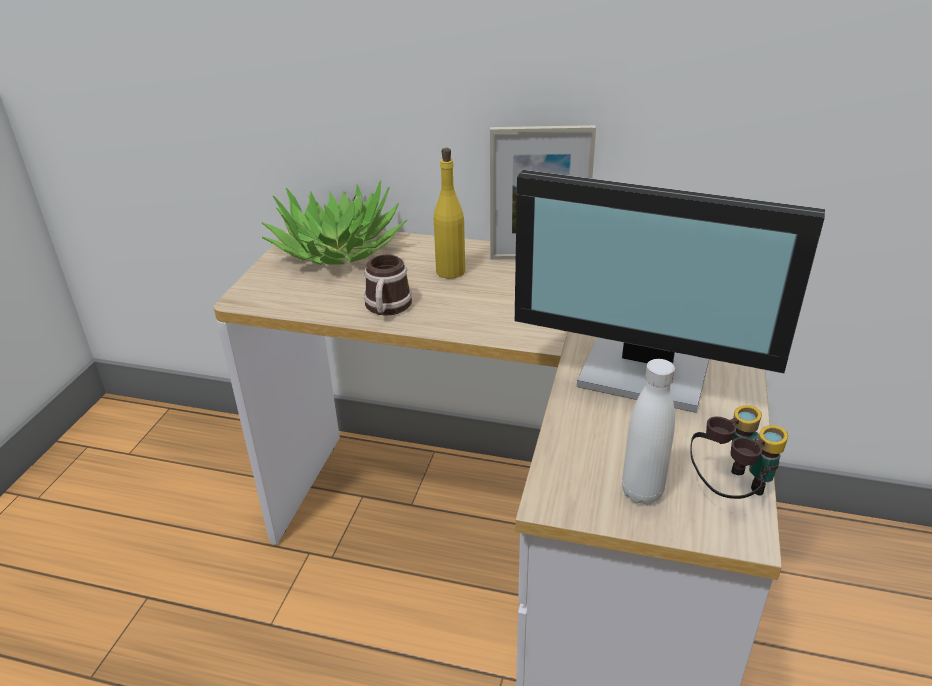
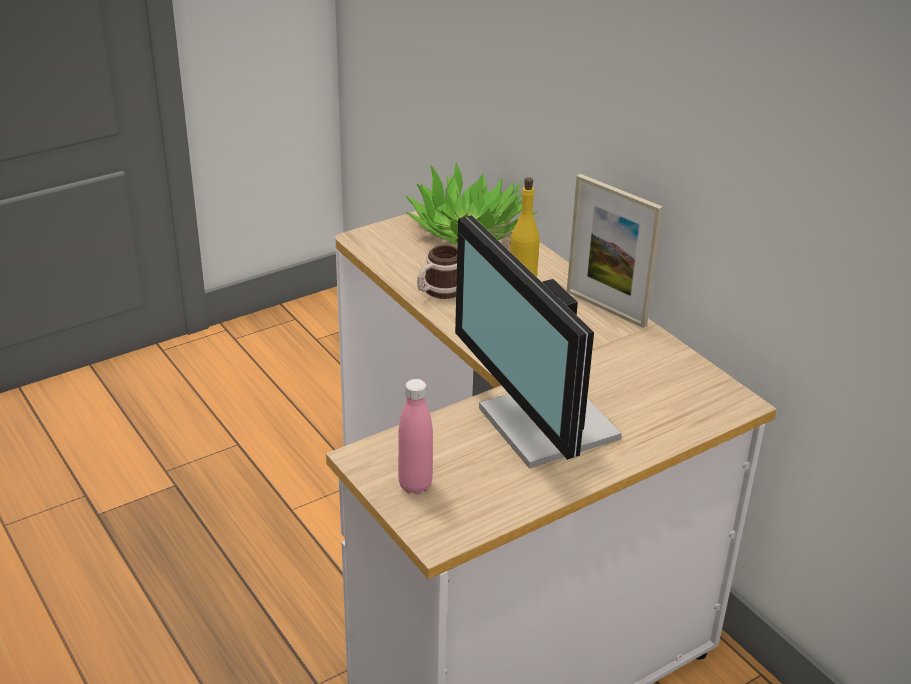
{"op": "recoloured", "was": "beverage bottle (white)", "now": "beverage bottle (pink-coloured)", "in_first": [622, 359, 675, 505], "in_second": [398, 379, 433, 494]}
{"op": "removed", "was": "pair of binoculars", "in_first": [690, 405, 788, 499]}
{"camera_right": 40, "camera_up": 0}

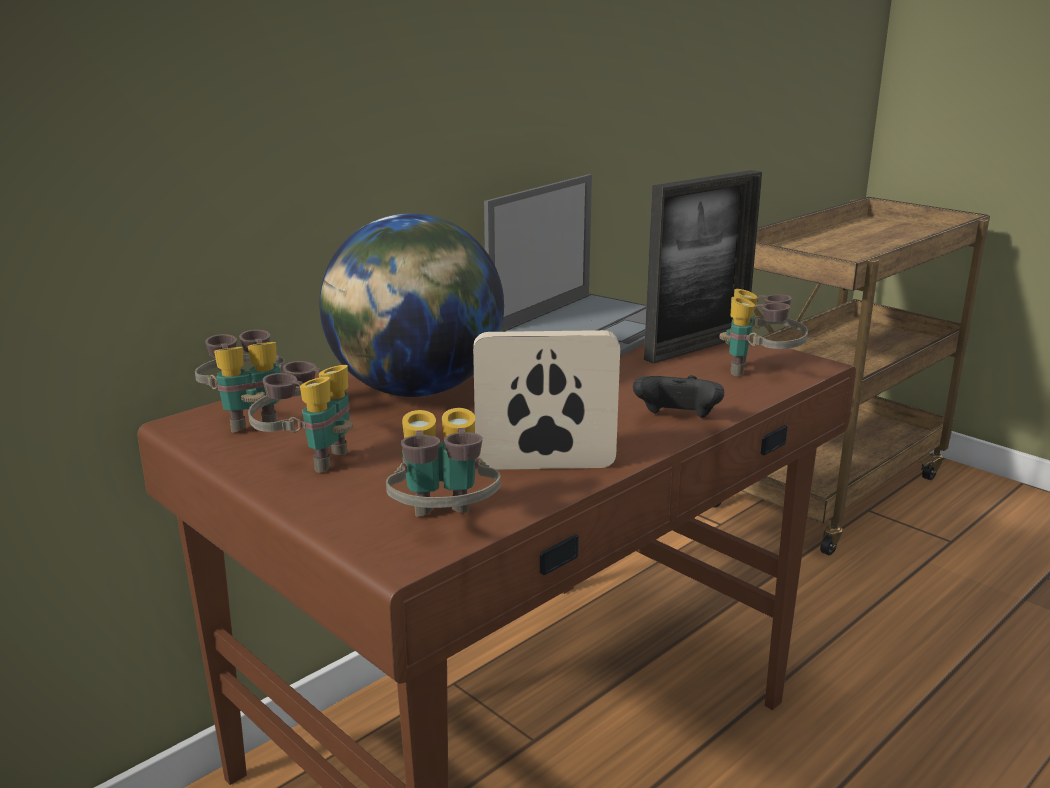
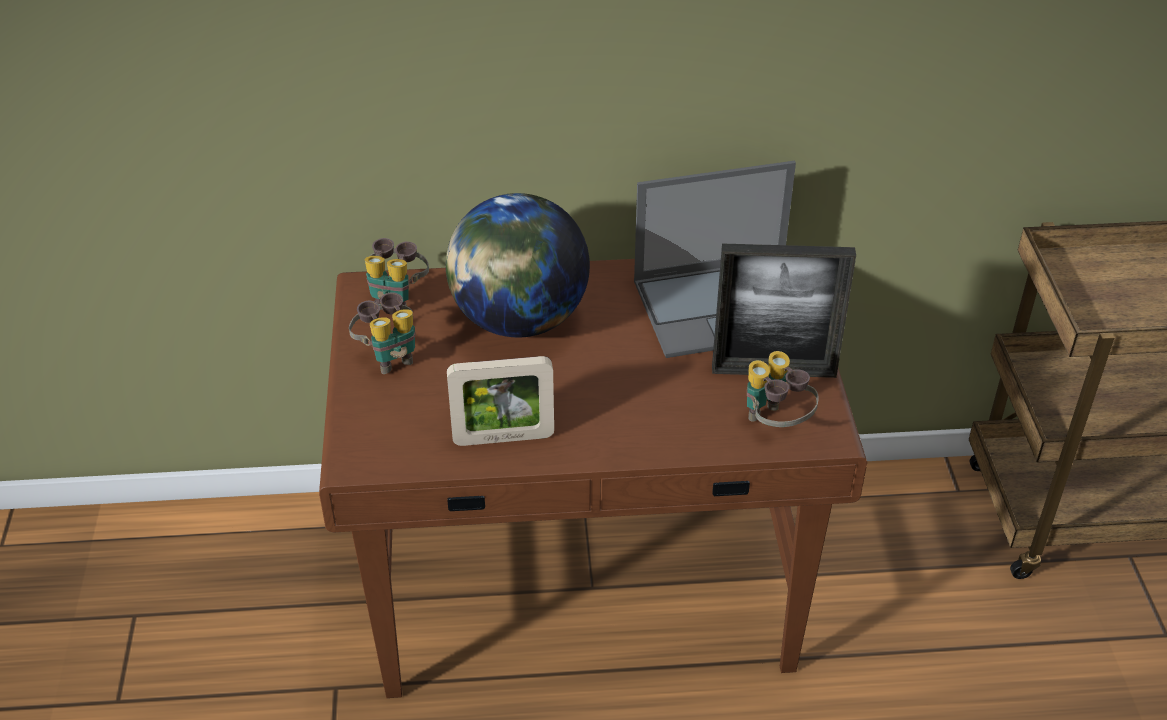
{"op": "removed", "was": "pair of binoculars", "in_first": [386, 408, 501, 517]}
{"op": "turned", "was": "photo frame", "in_first": [473, 330, 620, 470], "in_second": [447, 356, 554, 446], "clockwise": 135}
{"op": "removed", "was": "game controller (black)", "in_first": [633, 375, 724, 418]}
{"camera_right": 40, "camera_up": 20}

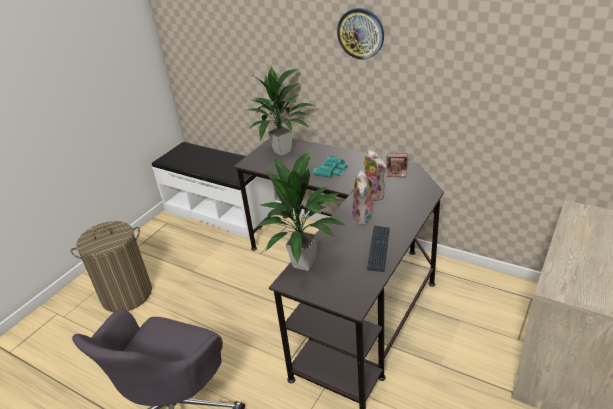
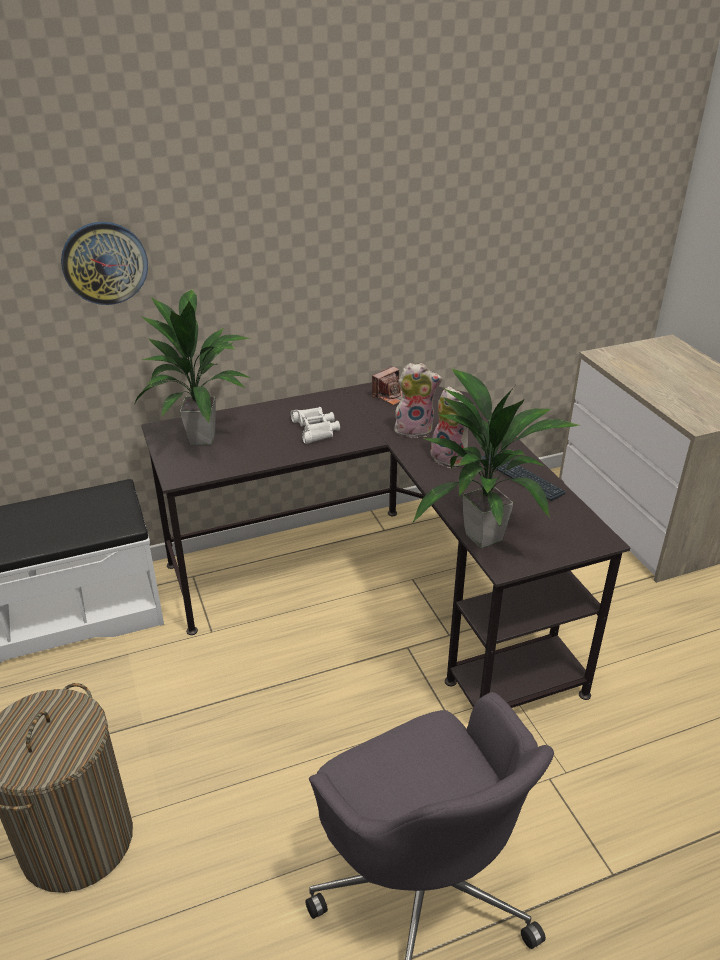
{"op": "recoloured", "was": "pair of binoculars (blue-green)", "now": "pair of binoculars (white)", "in_first": [313, 155, 347, 178], "in_second": [291, 407, 340, 444]}
{"op": "moved", "was": "wall clock", "in_first": [337, 8, 384, 60], "in_second": [61, 222, 148, 305]}
{"camera_right": -55, "camera_up": 0}

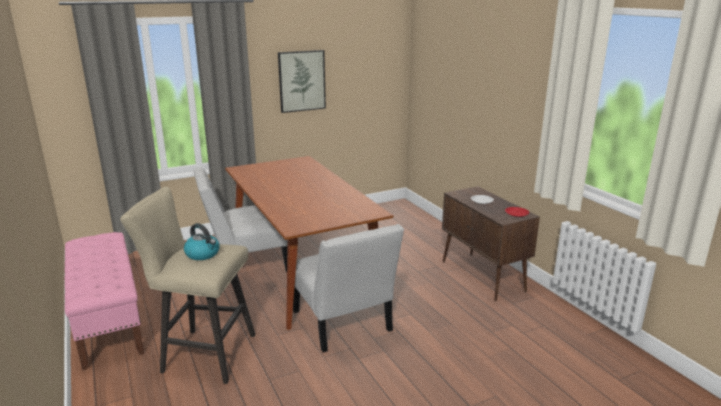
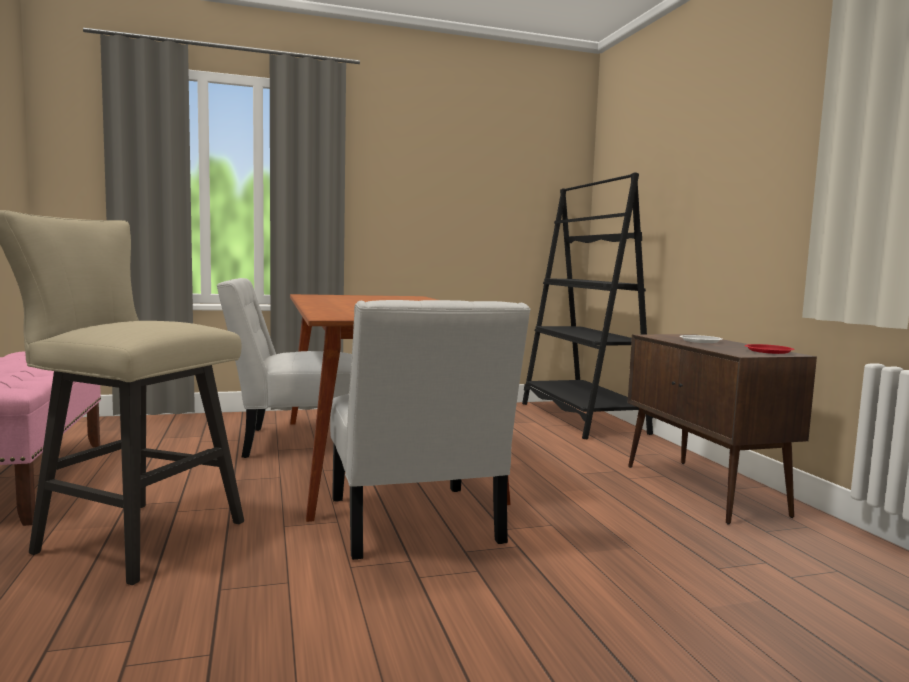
{"op": "removed", "was": "tea kettle", "in_first": [184, 223, 219, 260]}
{"op": "removed", "was": "wall picture", "in_first": [278, 50, 326, 113]}
{"op": "added", "now": "shelving unit (black)", "in_second": [522, 172, 653, 439]}
{"camera_right": 10, "camera_up": -15}

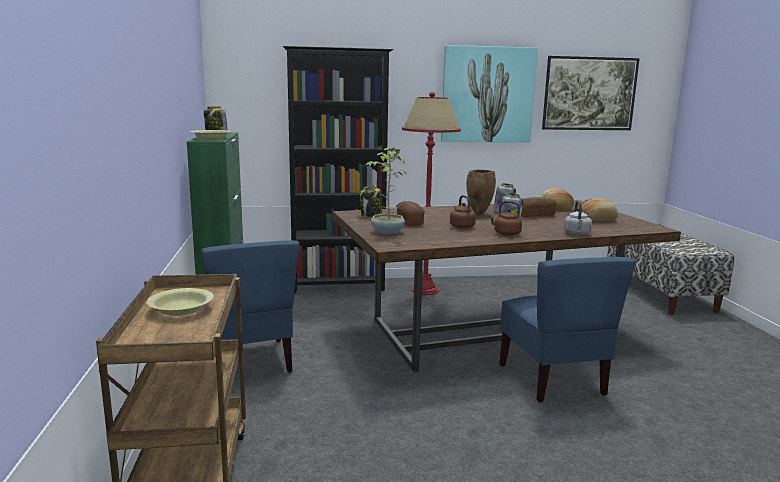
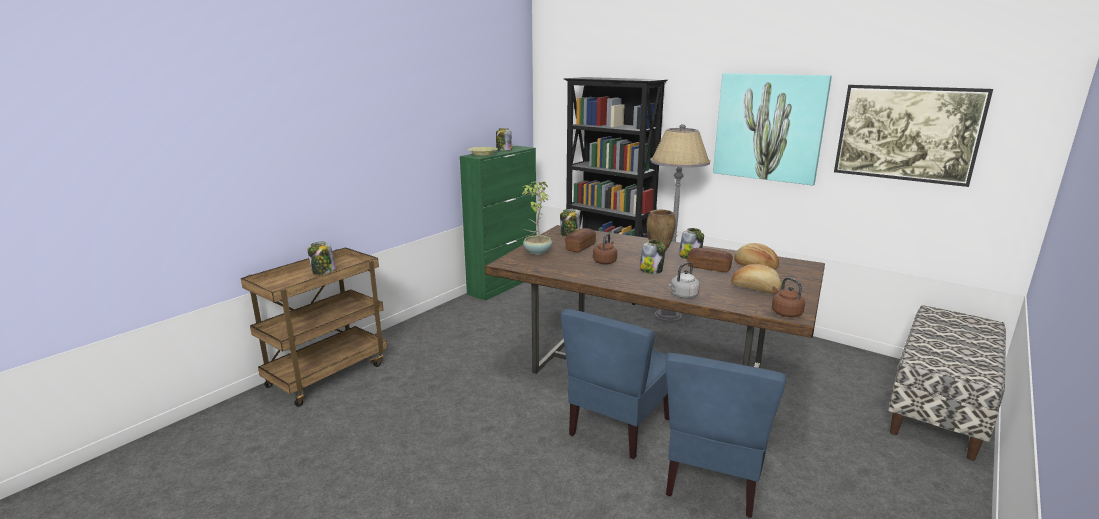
{"op": "replaced", "was": "deep dish (yellow)", "now": "storage jar", "in_first": [147, 288, 214, 316], "in_second": [307, 241, 336, 274]}
{"op": "moved", "was": "plain chair (blue)", "in_first": [201, 240, 299, 373], "in_second": [666, 353, 787, 518]}
{"op": "recoloured", "was": "standing lamp (red)", "now": "standing lamp (grey)", "in_first": [402, 92, 461, 295], "in_second": [650, 124, 710, 322]}
{"op": "moved", "was": "tea kettle (brown)", "in_first": [488, 201, 522, 236], "in_second": [772, 277, 805, 317]}
{"camera_right": 45, "camera_up": 5}

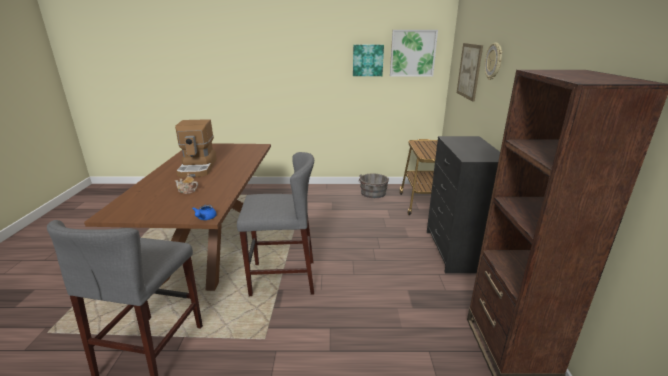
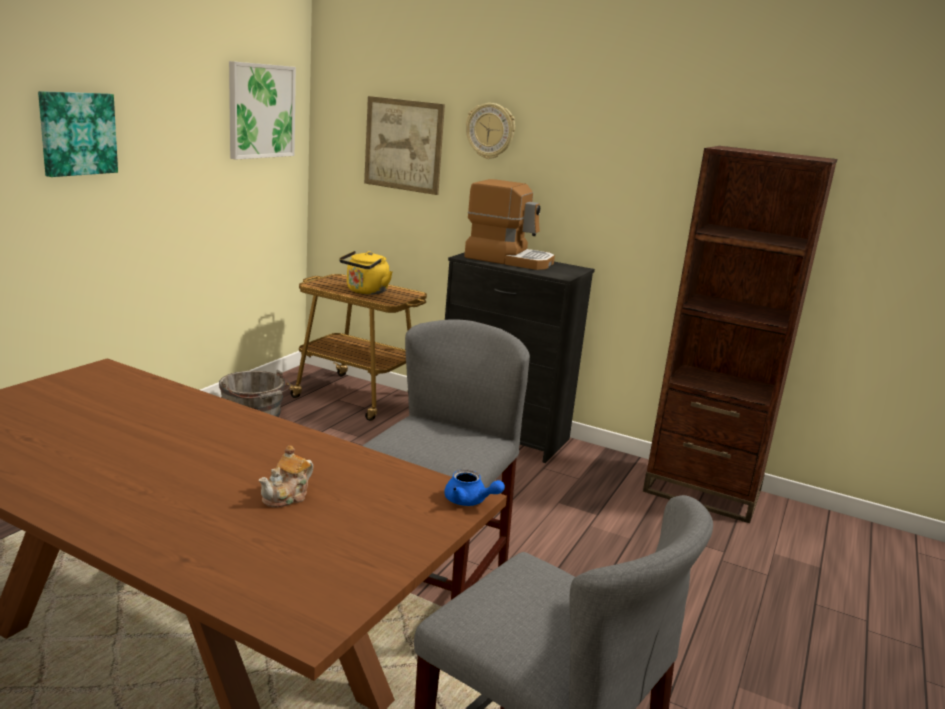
{"op": "moved", "was": "coffee machine", "in_first": [175, 119, 217, 178], "in_second": [464, 179, 555, 270]}
{"op": "moved", "was": "wall picture", "in_first": [353, 44, 384, 76], "in_second": [38, 91, 118, 177]}
{"op": "added", "now": "tea kettle (yellow)", "in_second": [339, 251, 393, 295]}
{"camera_right": -65, "camera_up": -5}

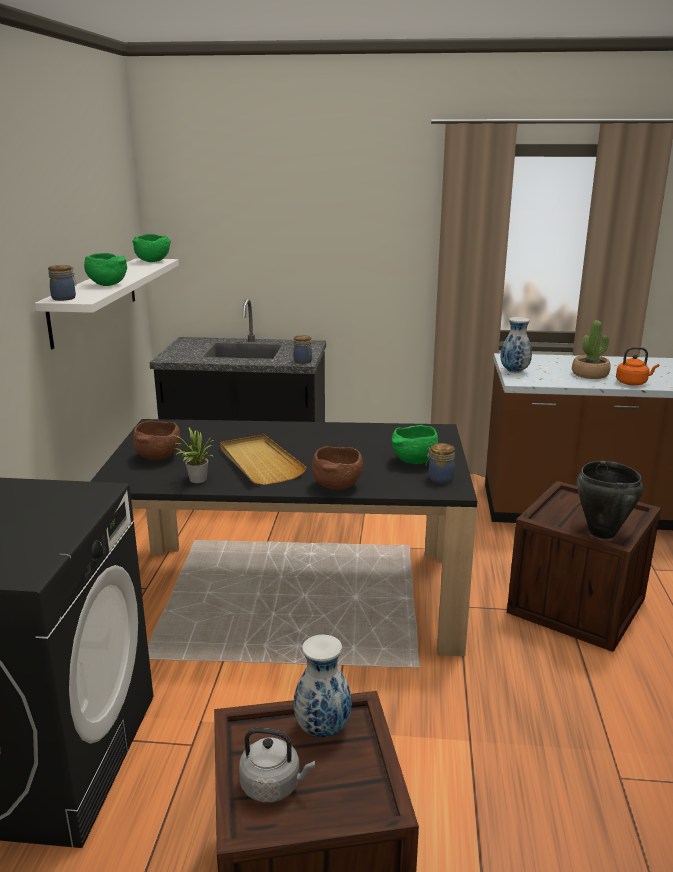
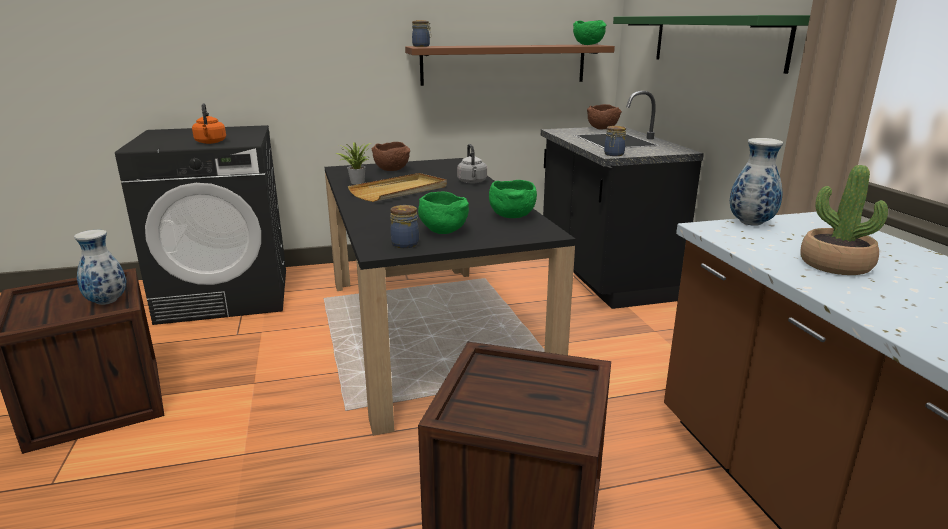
{"op": "recoloured", "was": "shelf (white)", "now": "shelf (brown)", "in_first": [35, 259, 179, 349], "in_second": [405, 44, 615, 86]}
{"op": "moved", "was": "deep dish (greenish)", "in_first": [84, 253, 127, 286], "in_second": [489, 180, 537, 218]}
{"op": "moved", "was": "tea kettle (grey)", "in_first": [239, 727, 315, 803], "in_second": [457, 144, 487, 184]}
{"op": "moved", "was": "deep dish (brown)", "in_first": [312, 446, 363, 490], "in_second": [587, 104, 622, 129]}
{"op": "removed", "was": "saucepot (black)", "in_first": [577, 461, 643, 539]}
{"op": "moved", "was": "tea kettle (orangey)", "in_first": [616, 347, 659, 385], "in_second": [192, 103, 226, 144]}
{"op": "added", "now": "shelf (greenish)", "in_second": [613, 15, 810, 74]}
{"camera_right": 70, "camera_up": 0}

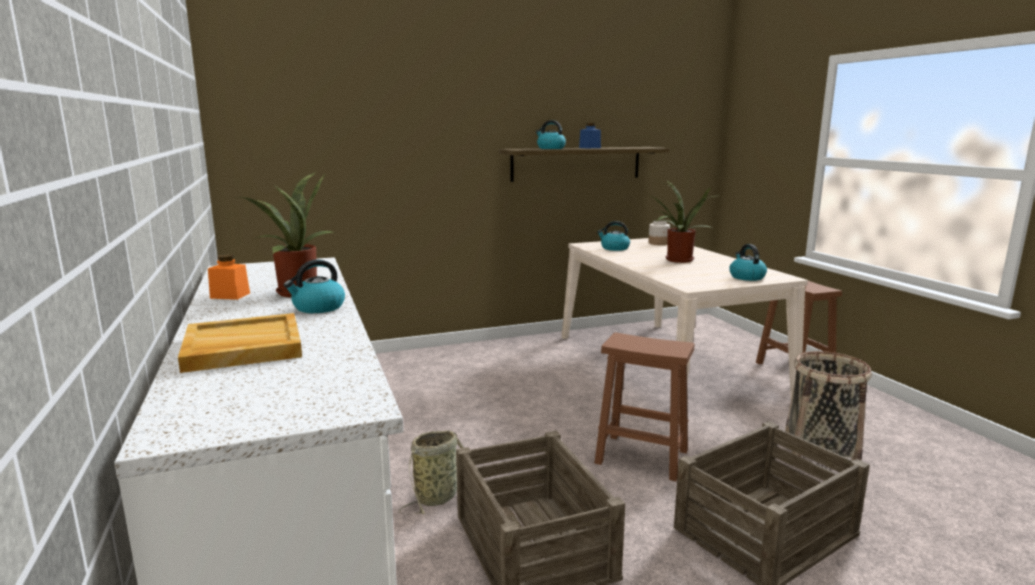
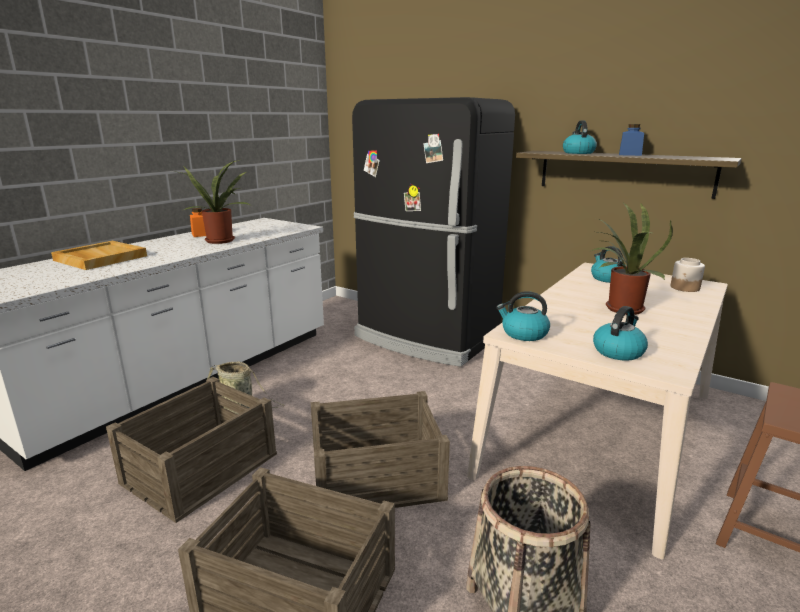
{"op": "moved", "was": "tea kettle", "in_first": [284, 259, 345, 313], "in_second": [496, 291, 550, 341]}
{"op": "replaced", "was": "sitting stool (brown)", "now": "packing crate", "in_first": [594, 332, 694, 481], "in_second": [311, 391, 450, 508]}
{"op": "added", "now": "fridge (black)", "in_second": [352, 97, 515, 367]}
{"camera_right": 55, "camera_up": 5}

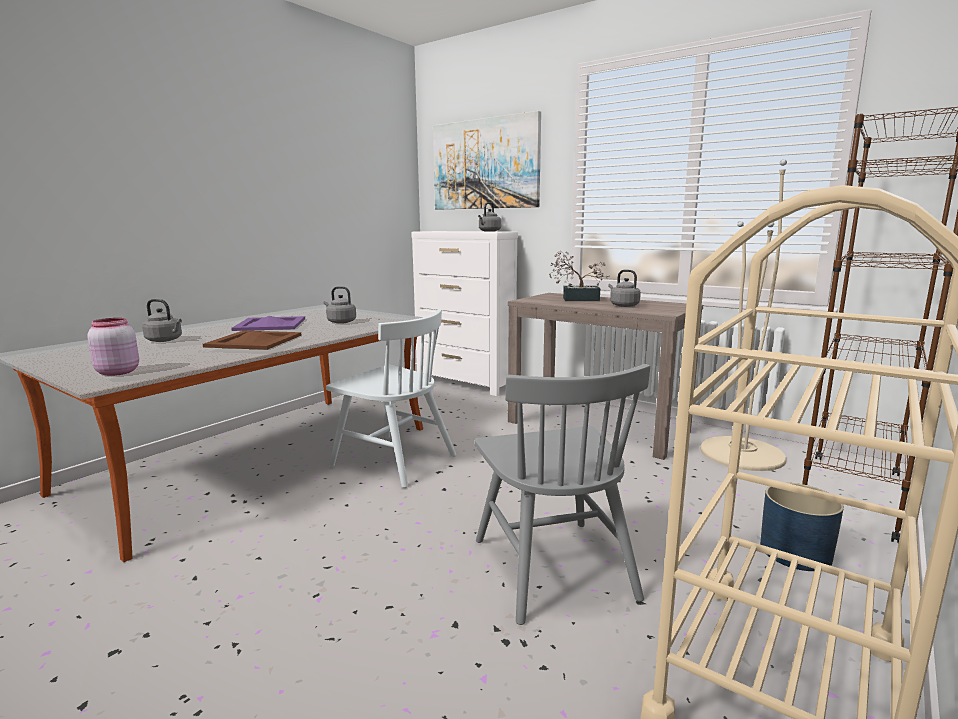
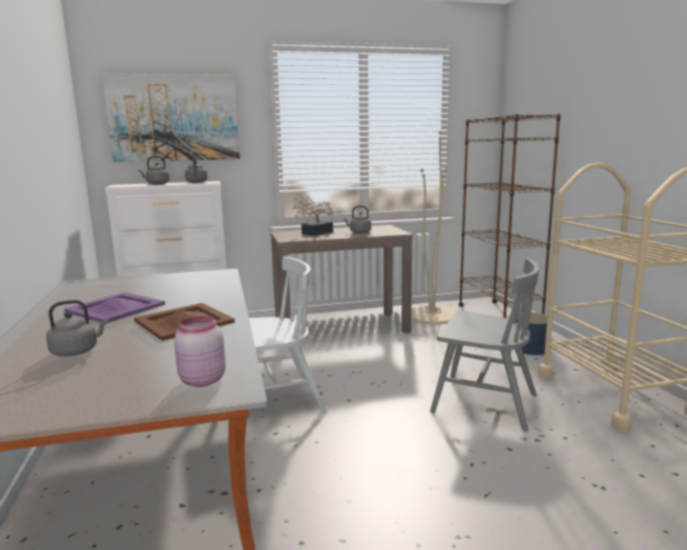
{"op": "moved", "was": "tea kettle (grey)", "in_first": [324, 286, 356, 324], "in_second": [138, 156, 170, 185]}
{"camera_right": -50, "camera_up": 0}

